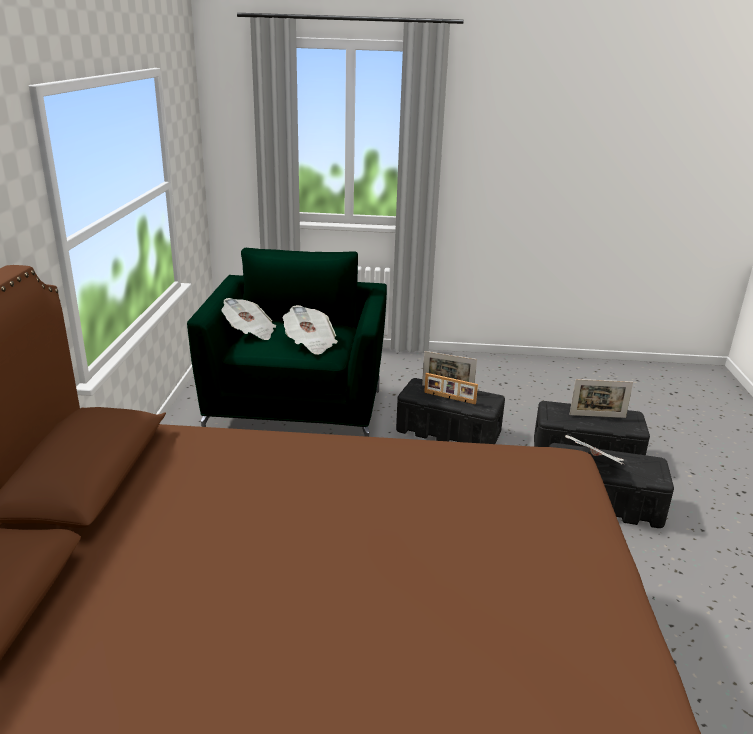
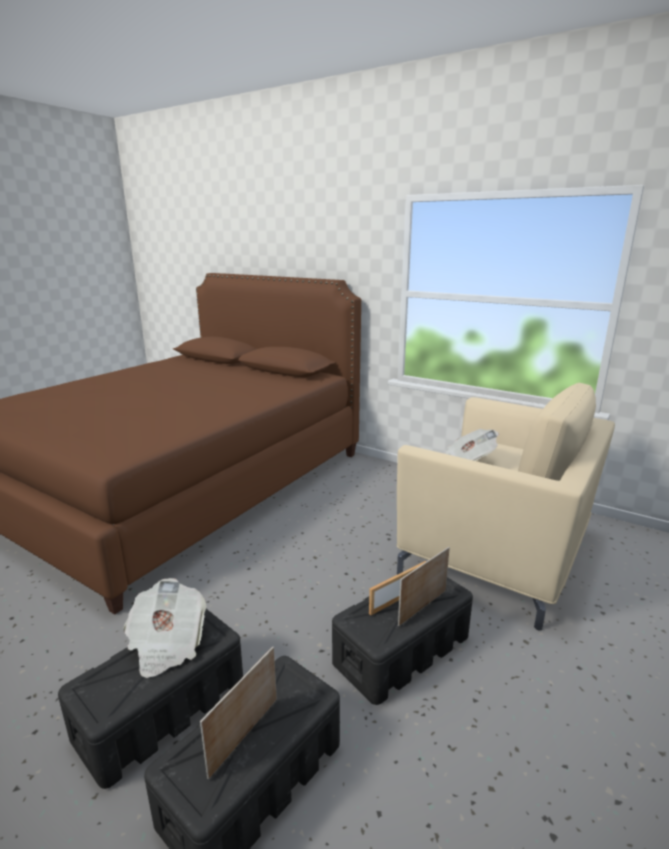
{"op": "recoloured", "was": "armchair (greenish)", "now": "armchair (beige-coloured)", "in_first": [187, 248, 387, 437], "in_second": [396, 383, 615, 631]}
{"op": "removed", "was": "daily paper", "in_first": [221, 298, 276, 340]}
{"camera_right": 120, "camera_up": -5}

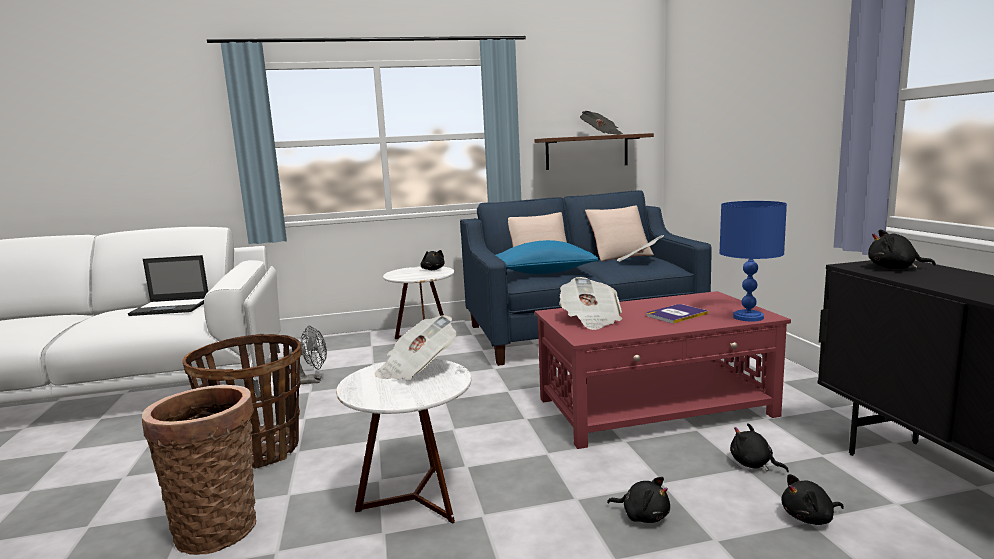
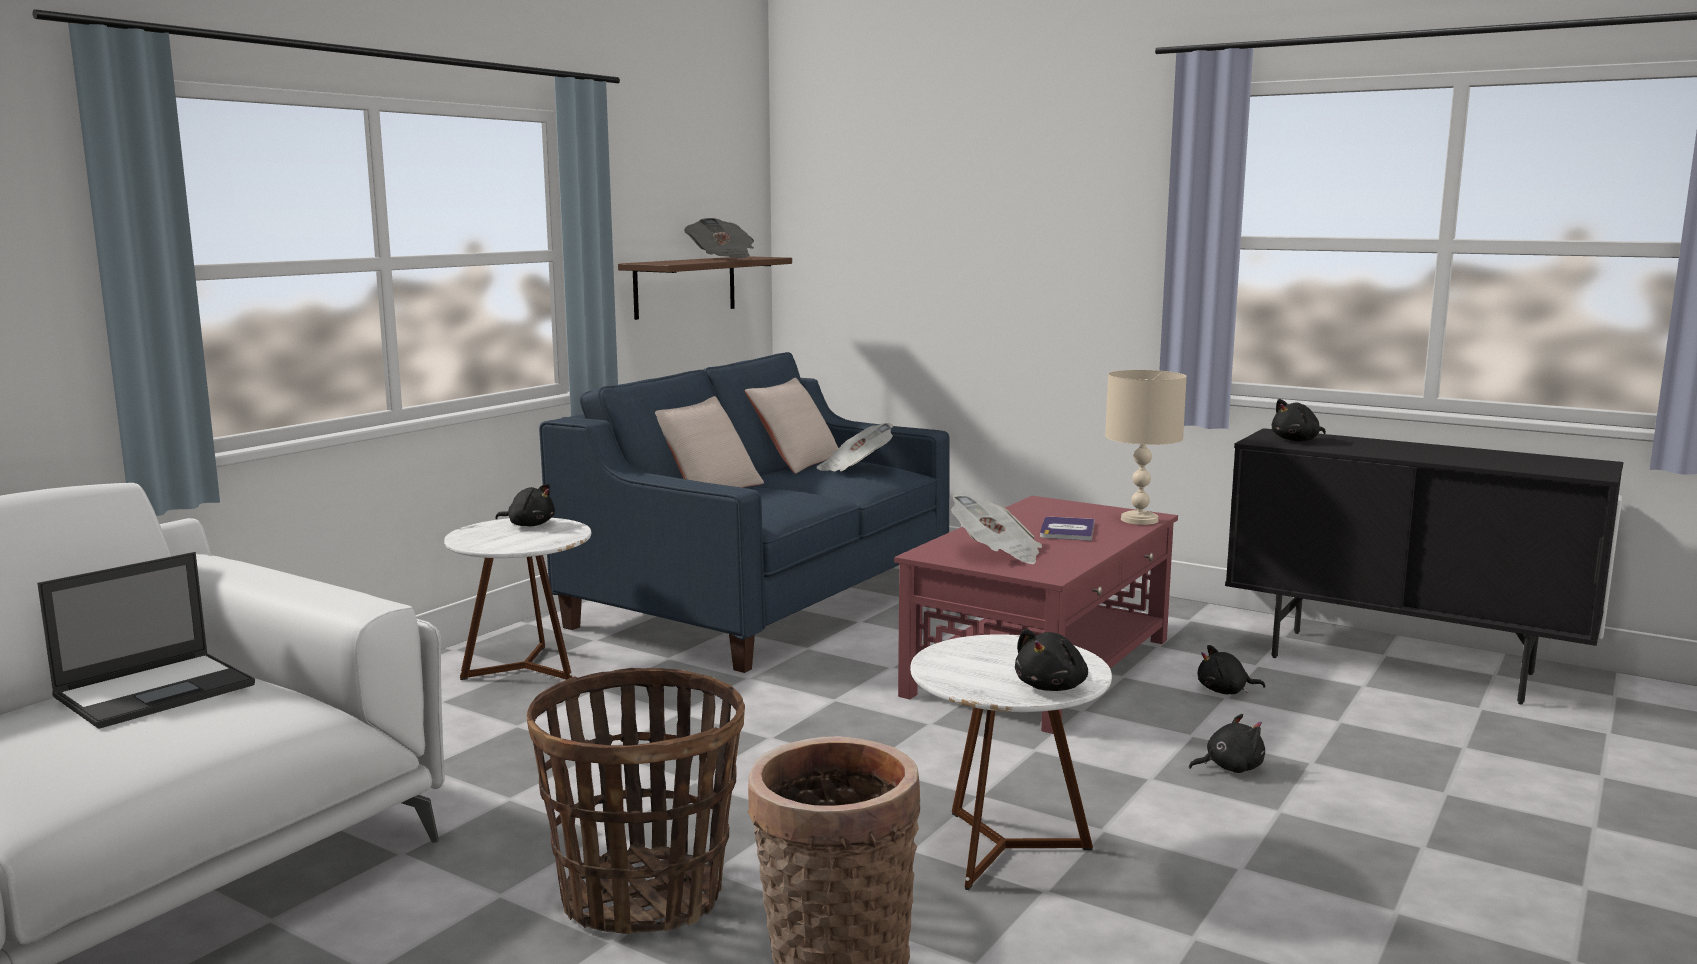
{"op": "removed", "was": "electric fan (grey)", "in_first": [289, 325, 327, 384]}
{"op": "removed", "was": "daily paper", "in_first": [375, 315, 456, 380]}
{"op": "removed", "was": "cushion (blue)", "in_first": [496, 240, 599, 274]}
{"op": "recoloured", "was": "table lamp (blue)", "now": "table lamp (beige-coloured)", "in_first": [719, 201, 787, 321], "in_second": [1105, 370, 1187, 525]}
{"op": "moved", "was": "soft toy (black)", "in_first": [781, 474, 844, 525], "in_second": [1015, 629, 1088, 691]}
{"camera_right": -45, "camera_up": 0}

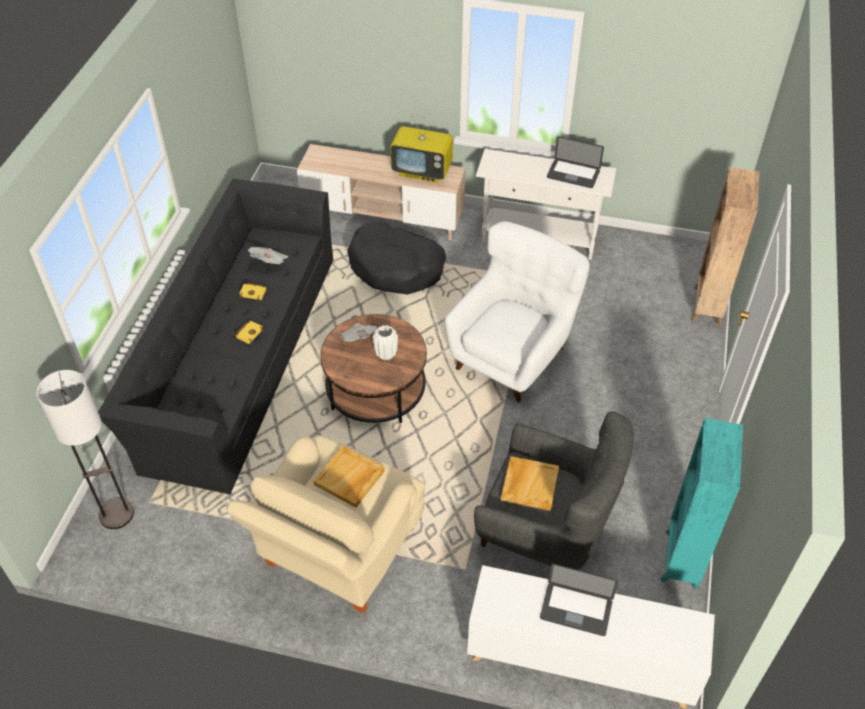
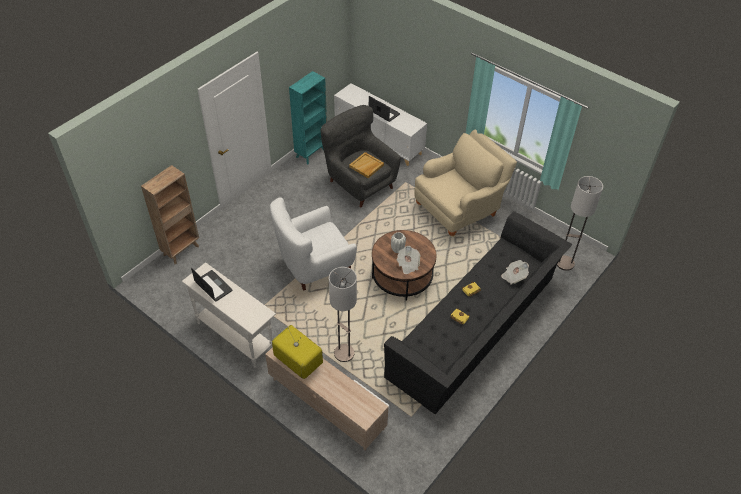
{"op": "moved", "was": "daily paper", "in_first": [248, 247, 288, 265], "in_second": [501, 260, 529, 285]}
{"op": "removed", "was": "tray (beige-coloured)", "in_first": [314, 446, 384, 508]}
{"op": "replaced", "was": "pet bed (black)", "now": "standing lamp", "in_first": [348, 222, 446, 294], "in_second": [329, 267, 357, 362]}
{"camera_right": -155, "camera_up": 0}

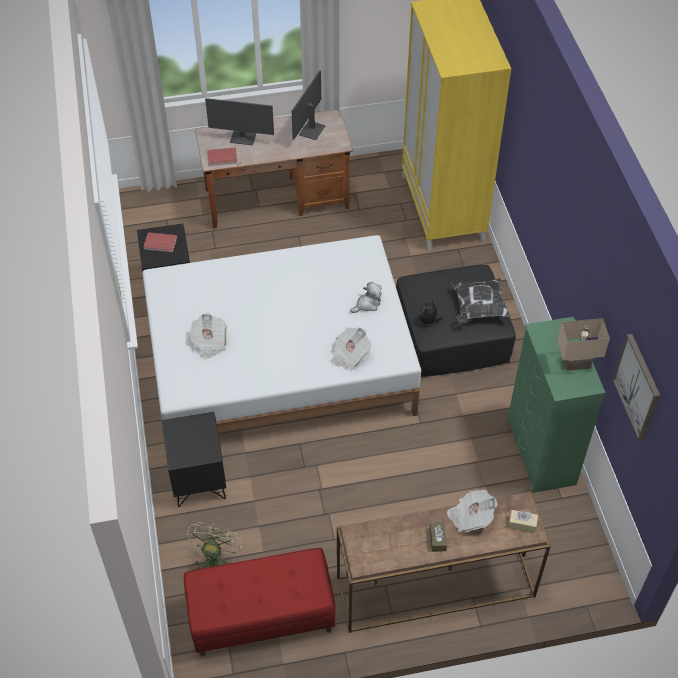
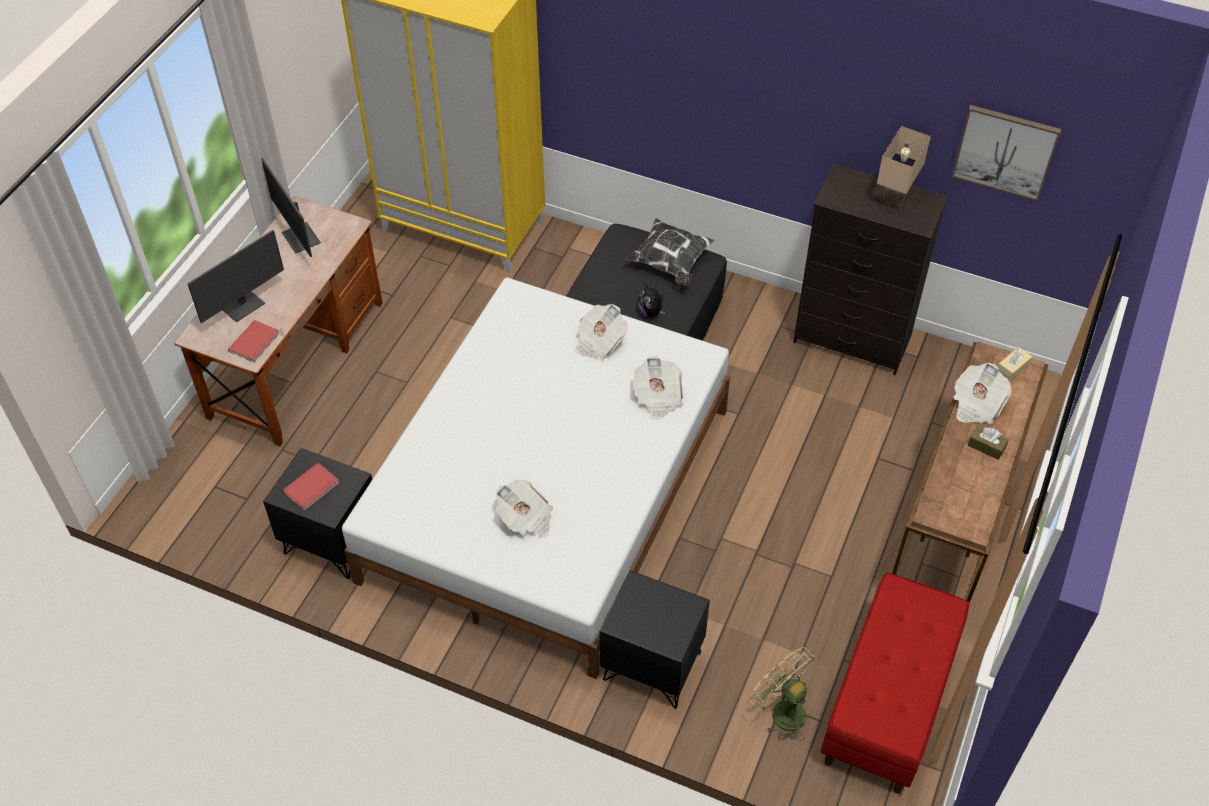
{"op": "replaced", "was": "soft toy", "now": "daily paper", "in_first": [350, 282, 382, 313], "in_second": [575, 304, 627, 360]}
{"op": "recoloured", "was": "drawer chest (greenish)", "now": "drawer chest (black)", "in_first": [507, 317, 606, 493], "in_second": [793, 164, 948, 375]}
{"camera_right": -55, "camera_up": 0}

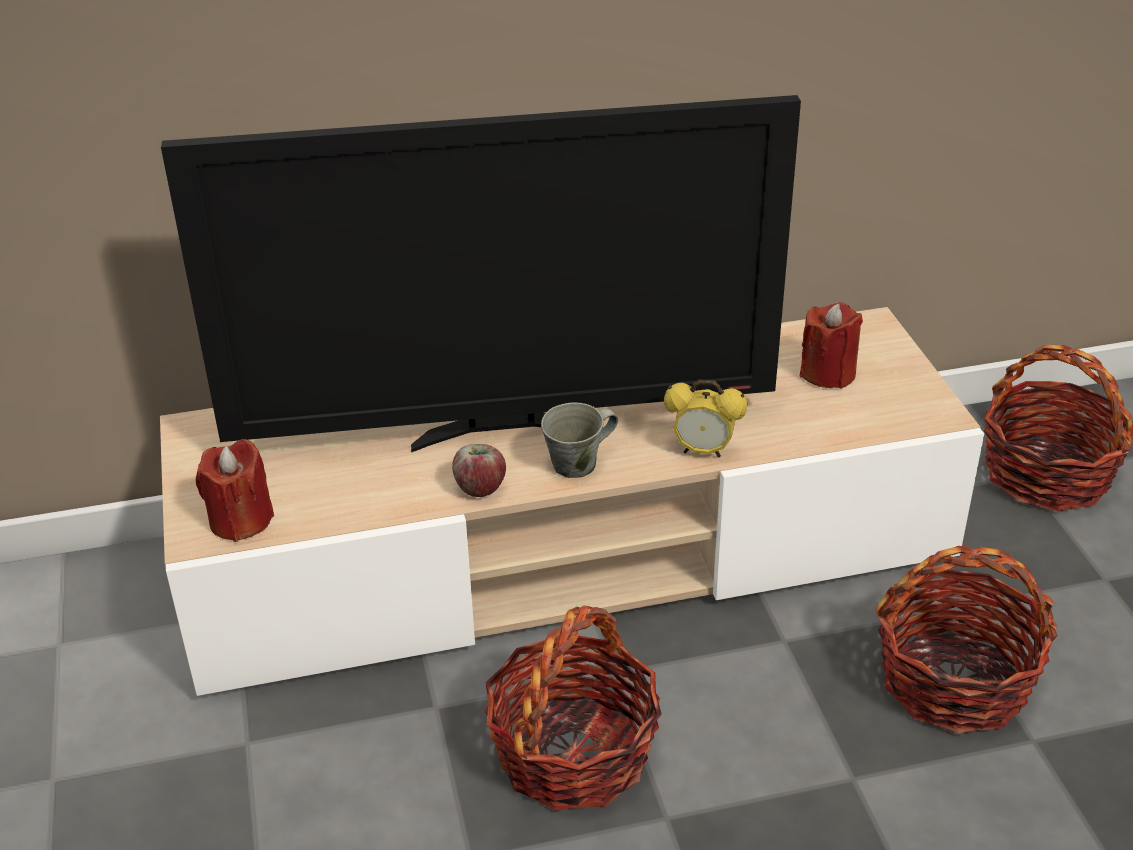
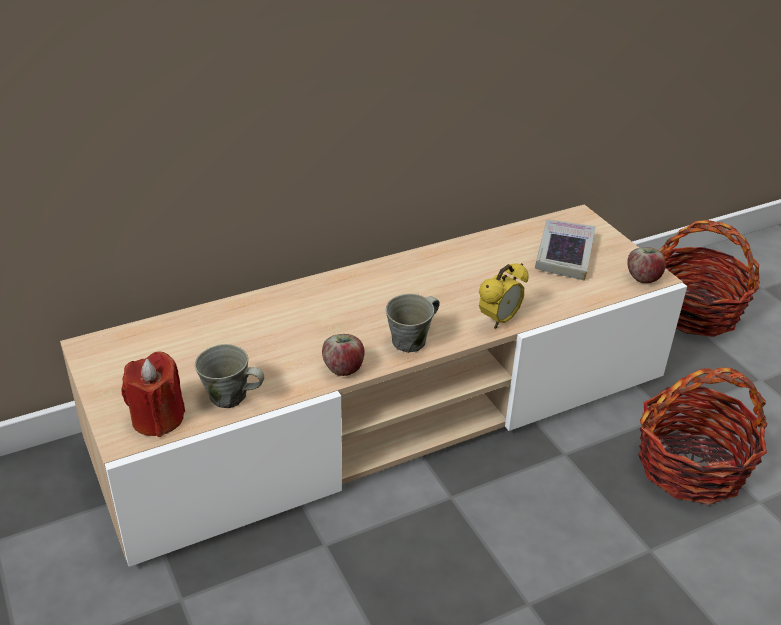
{"op": "removed", "was": "TV", "in_first": [161, 95, 801, 452]}
{"op": "removed", "was": "household basket", "in_first": [484, 606, 662, 811]}
{"op": "turned", "was": "bedside clock", "in_first": [664, 379, 747, 458], "in_second": [479, 263, 529, 329], "clockwise": -45}
{"op": "replaced", "was": "wax candle (red)", "now": "volume", "in_first": [799, 302, 863, 388], "in_second": [535, 220, 596, 281]}
{"op": "added", "now": "tea mug (grey)", "in_second": [195, 344, 264, 408]}
{"op": "added", "now": "apple fruit", "in_second": [627, 247, 666, 283]}
{"camera_right": -15, "camera_up": 0}

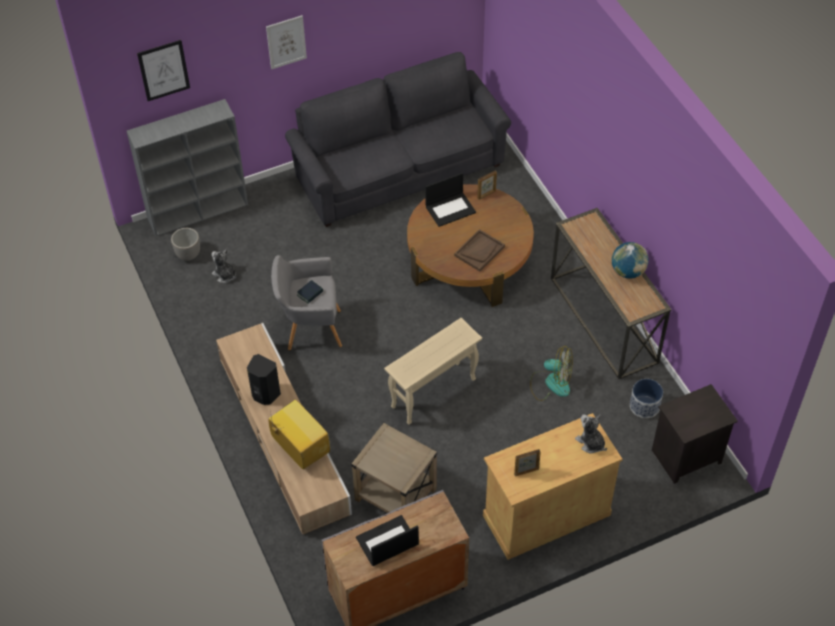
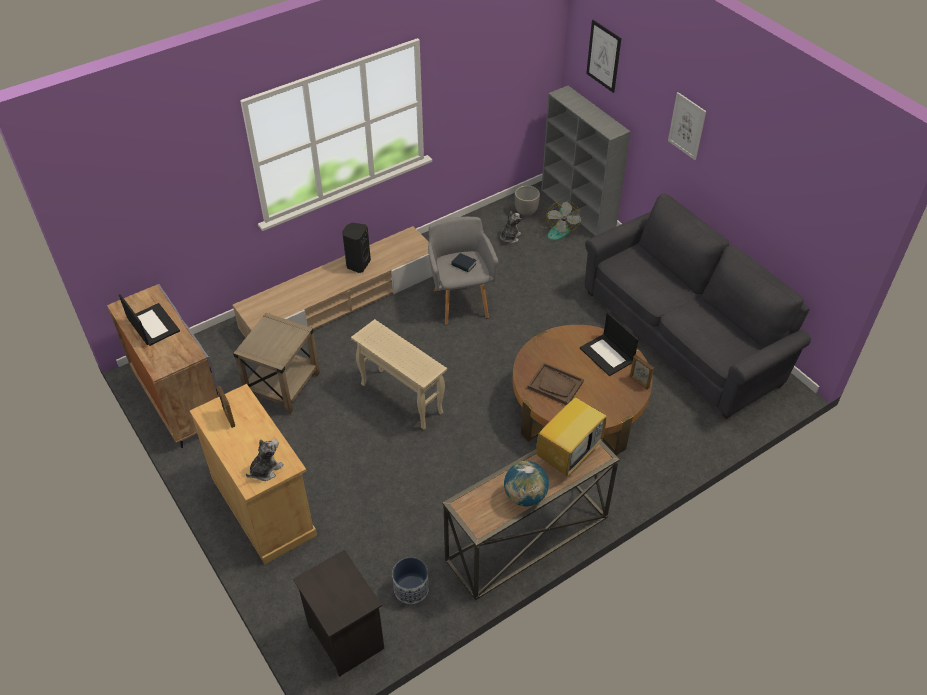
{"op": "moved", "was": "TV", "in_first": [269, 400, 330, 469], "in_second": [536, 385, 606, 476]}
{"op": "moved", "was": "electric fan", "in_first": [530, 346, 573, 401], "in_second": [539, 201, 582, 240]}
{"camera_right": 80, "camera_up": -5}

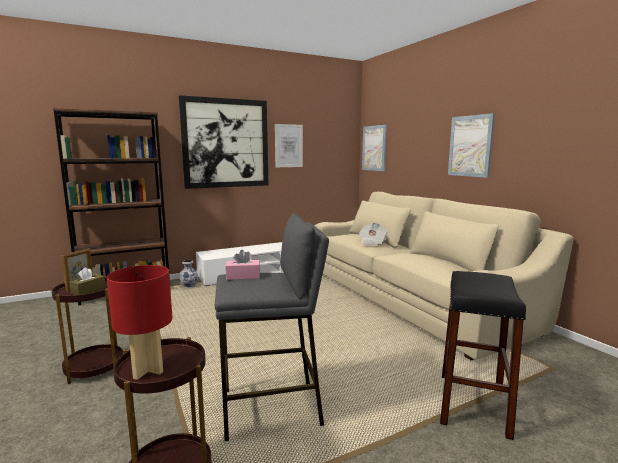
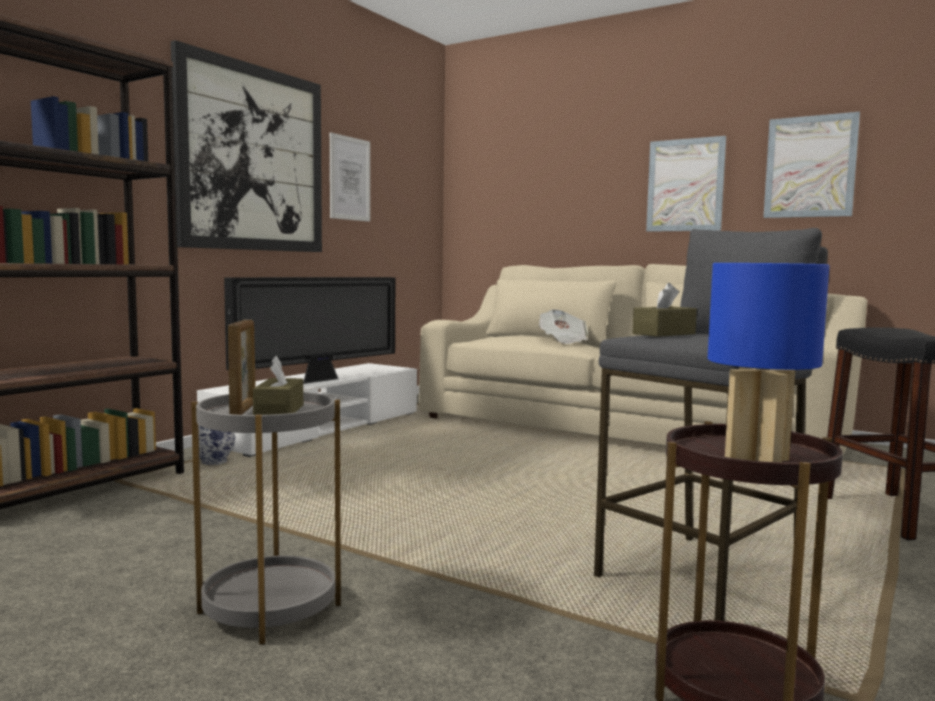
{"op": "recoloured", "was": "accent table (brown)", "now": "accent table (grey)", "in_first": [52, 277, 123, 384], "in_second": [191, 392, 341, 645]}
{"op": "recoloured", "was": "table lamp (red)", "now": "table lamp (blue)", "in_first": [107, 265, 173, 380], "in_second": [707, 263, 829, 462]}
{"op": "recoloured", "was": "box of tissues (pink-coloured)", "now": "box of tissues (brown)", "in_first": [226, 250, 260, 280], "in_second": [633, 283, 697, 337]}
{"op": "moved", "was": "wall picture", "in_first": [362, 125, 387, 171], "in_second": [763, 112, 860, 218]}
{"op": "added", "now": "TV", "in_second": [224, 277, 395, 384]}
{"camera_right": -30, "camera_up": -5}

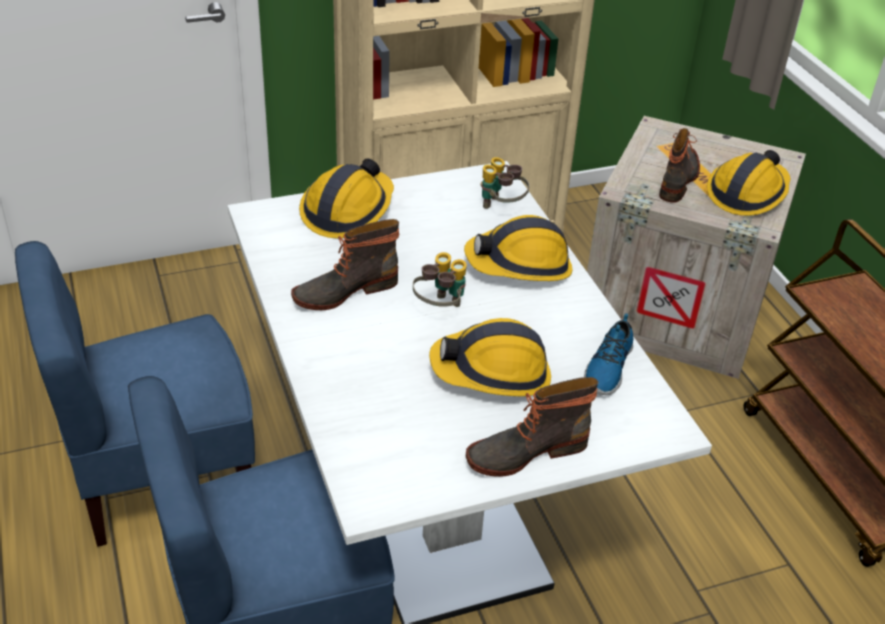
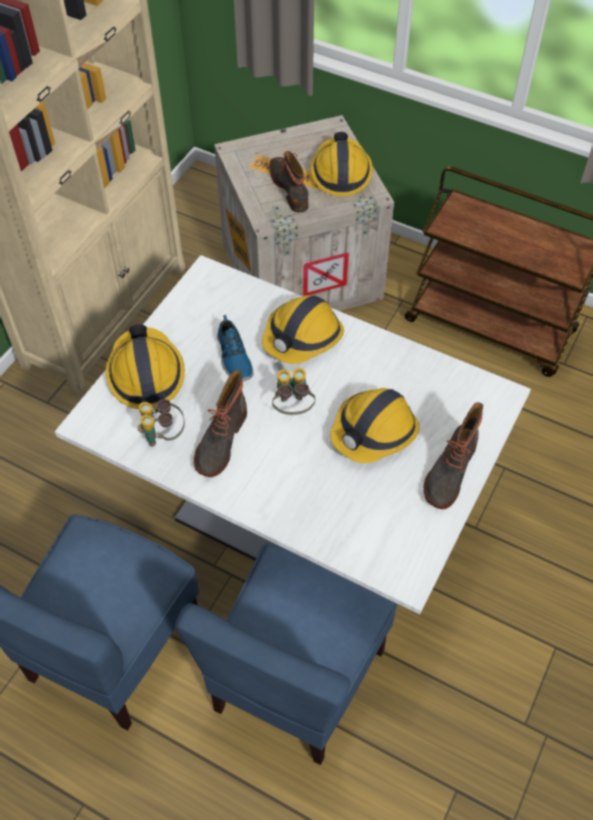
{"op": "moved", "was": "pair of binoculars", "in_first": [480, 157, 529, 209], "in_second": [138, 399, 185, 447]}
{"op": "moved", "was": "shoe", "in_first": [584, 313, 633, 395], "in_second": [217, 315, 254, 381]}
{"camera_right": -40, "camera_up": 15}

